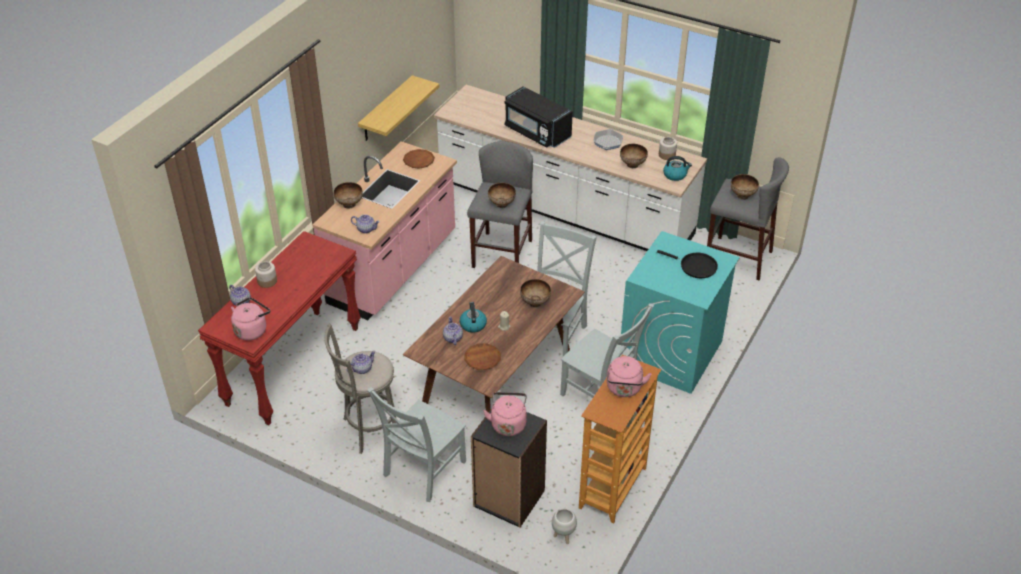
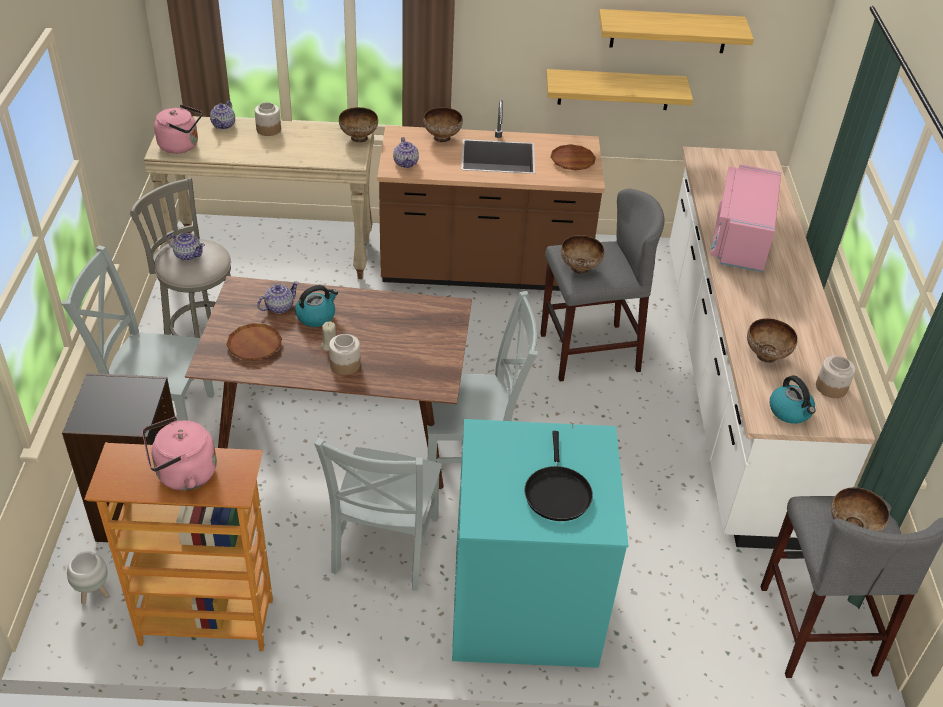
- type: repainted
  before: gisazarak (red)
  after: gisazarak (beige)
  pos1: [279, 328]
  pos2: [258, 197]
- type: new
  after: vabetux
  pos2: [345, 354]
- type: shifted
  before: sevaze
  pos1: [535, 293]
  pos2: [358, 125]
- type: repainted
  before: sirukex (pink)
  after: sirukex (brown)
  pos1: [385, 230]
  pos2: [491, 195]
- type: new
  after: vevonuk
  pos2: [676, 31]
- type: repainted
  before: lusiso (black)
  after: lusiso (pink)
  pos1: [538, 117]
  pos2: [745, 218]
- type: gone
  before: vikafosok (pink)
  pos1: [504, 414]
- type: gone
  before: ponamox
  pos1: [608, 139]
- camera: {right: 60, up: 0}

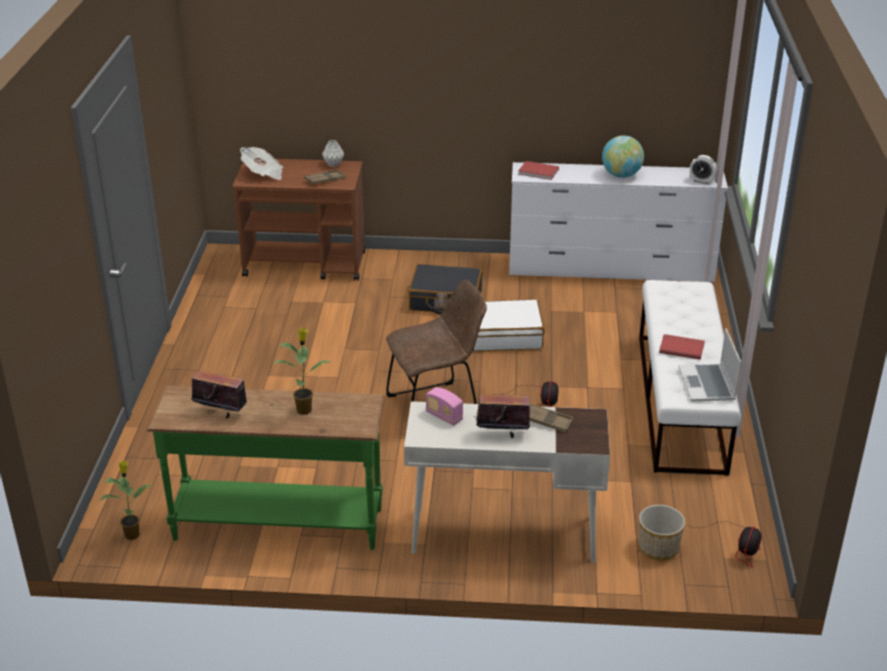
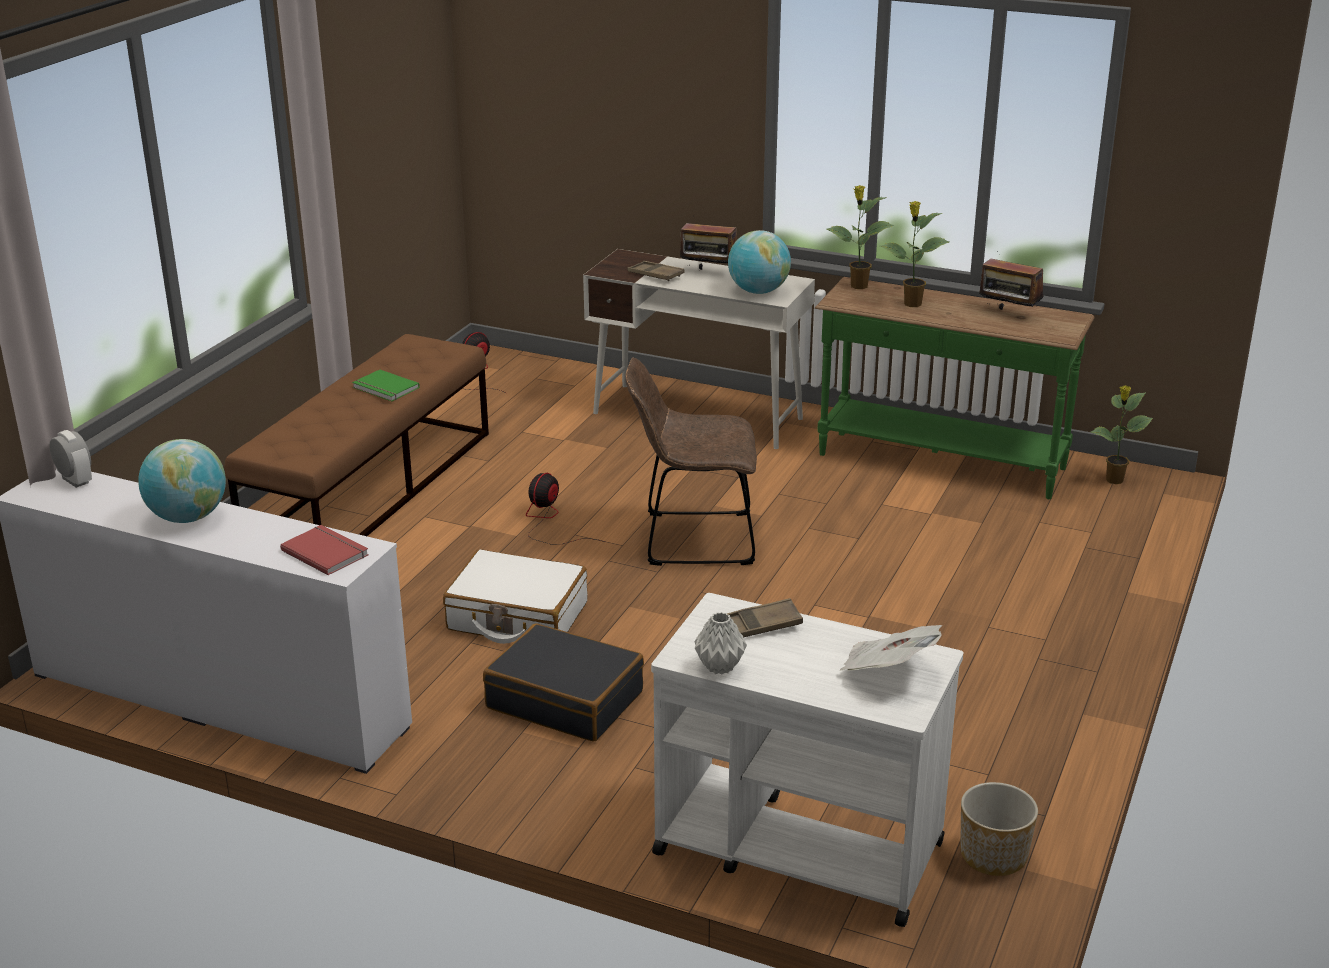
- type: repainted
  before: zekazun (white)
  after: zekazun (brown)
  pos1: [690, 378]
  pos2: [357, 435]
- type: repainted
  before: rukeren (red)
  after: rukeren (green)
  pos1: [682, 347]
  pos2: [386, 385]
- type: repainted
  before: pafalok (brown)
  after: pafalok (white)
  pos1: [299, 220]
  pos2: [807, 760]
- type: swapped
  before: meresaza
  after: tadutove
  pos1: [444, 406]
  pos2: [759, 262]
- type: new
  after: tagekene
  pos2: [860, 237]
- type: shifted
  before: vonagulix
  pos1: [662, 533]
  pos2: [999, 829]
- type: gone
  before: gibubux
  pos1: [709, 364]
- camera: {right: -160, up: -5}

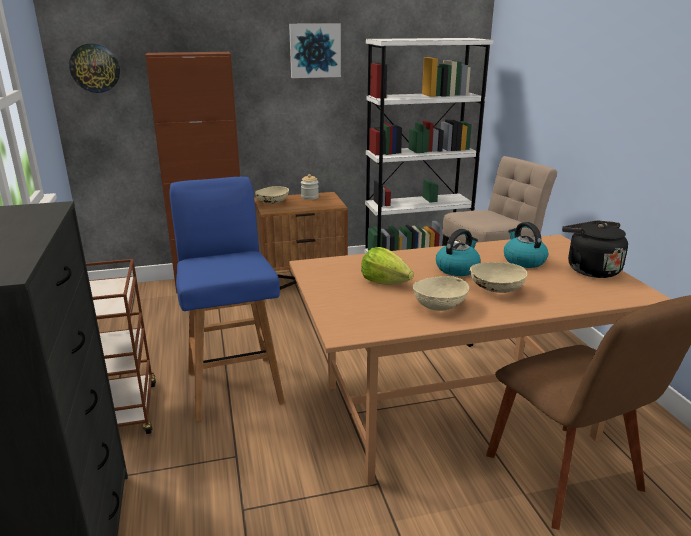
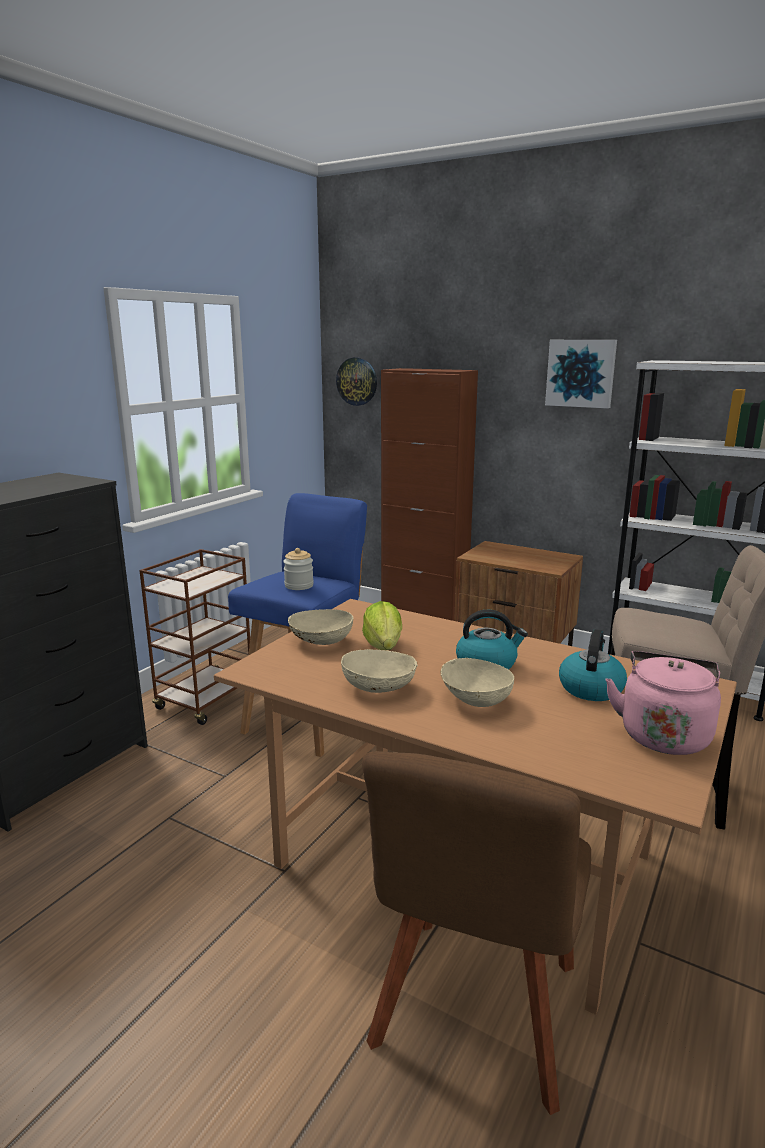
- type: shifted
  before: vabetux
  pos1: [310, 187]
  pos2: [298, 569]
- type: shifted
  before: sevaze (beige)
  pos1: [272, 195]
  pos2: [320, 627]
- type: repainted
  before: vikafosok (black)
  after: vikafosok (pink)
  pos1: [595, 249]
  pos2: [663, 703]
- camera: {right: 45, up: -5}

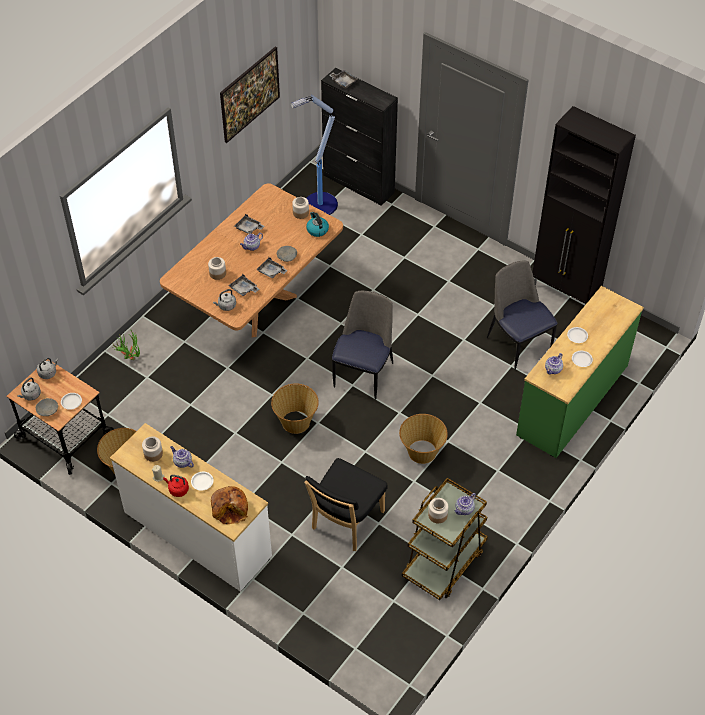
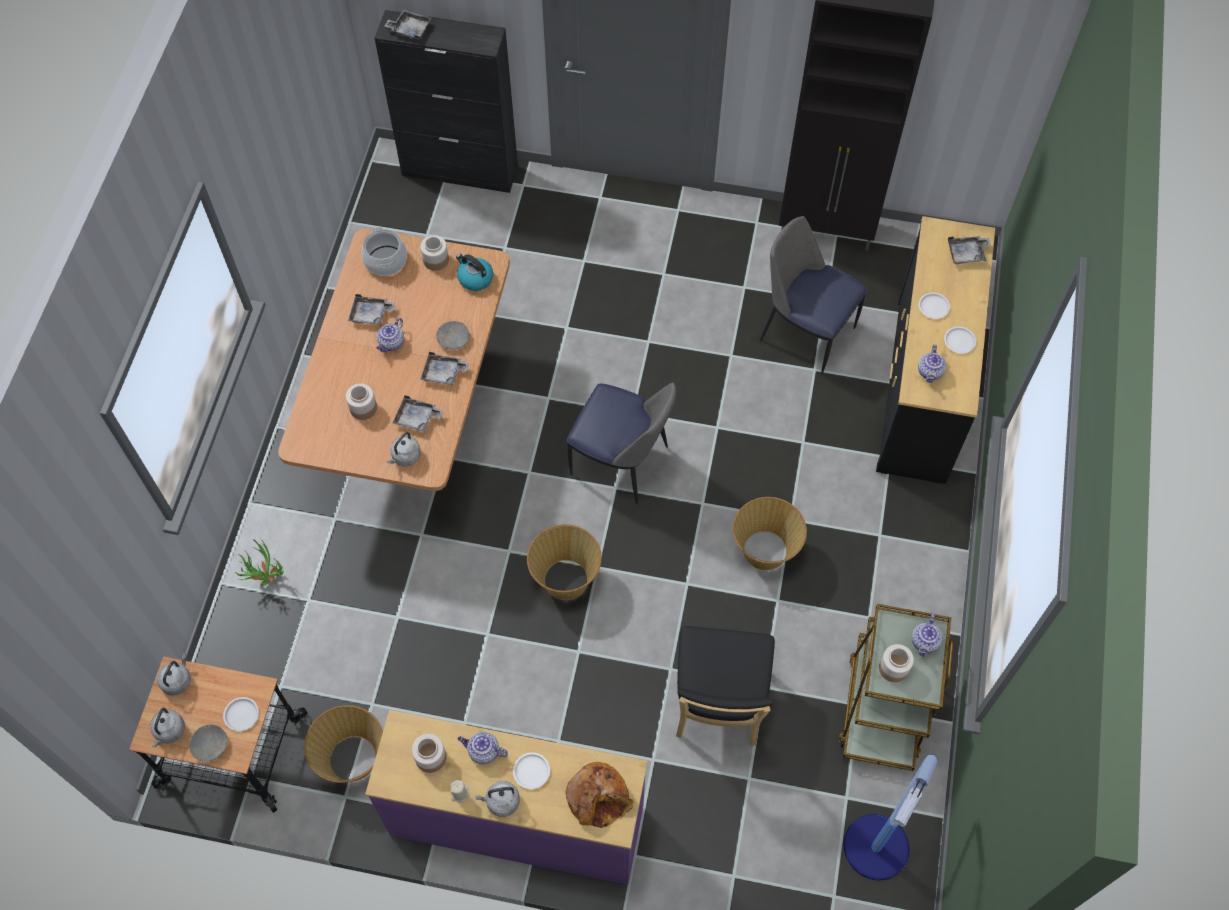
- type: new
  after: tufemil
  pos2: [384, 251]
- type: repainted
  before: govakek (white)
  after: govakek (purple)
  pos1: [191, 507]
  pos2: [506, 797]
- type: repainted
  before: vikafosok (red)
  after: vikafosok (grey)
  pos1: [176, 486]
  pos2: [497, 799]
- type: rotated
  before: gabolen
  pos1: [362, 345]
  pos2: [621, 443]
  turn: 120
- type: shifted
  before: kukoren
  pos1: [314, 154]
  pos2: [891, 817]
- type: repainted
  before: govakek (green)
  after: govakek (black)
  pos1: [580, 372]
  pos2: [935, 350]
- type: new
  after: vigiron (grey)
  pos2: [969, 250]
- type: gone
  before: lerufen
  pos1: [250, 95]
- camera: {right: -25, up: 10}

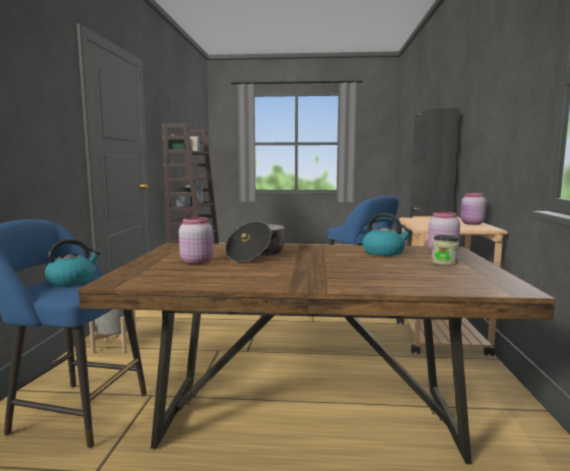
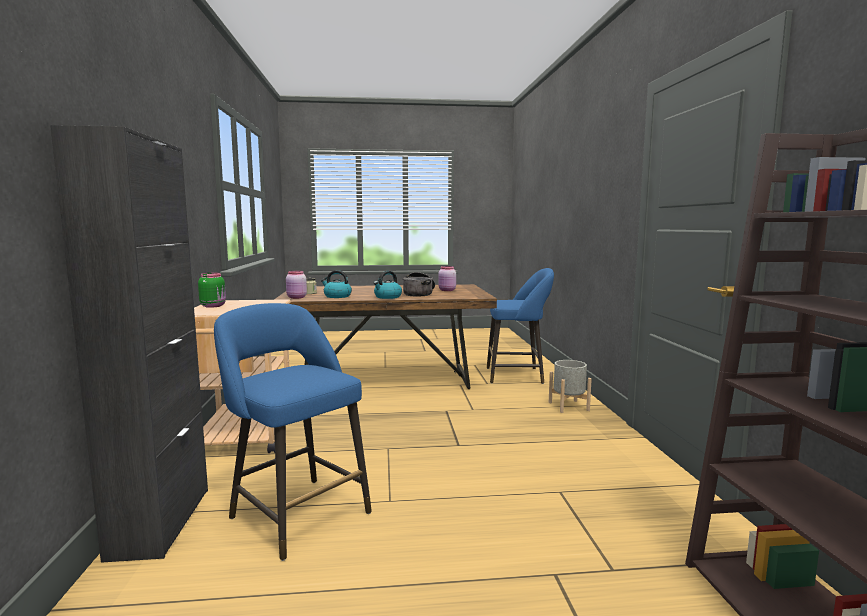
- type: repainted
  before: vabetux (pink)
  after: vabetux (green)
  pos1: [473, 209]
  pos2: [212, 290]
- type: shifted
  before: vikafosok
  pos1: [72, 262]
  pos2: [388, 285]
- camera: {right: 170, up: 0}

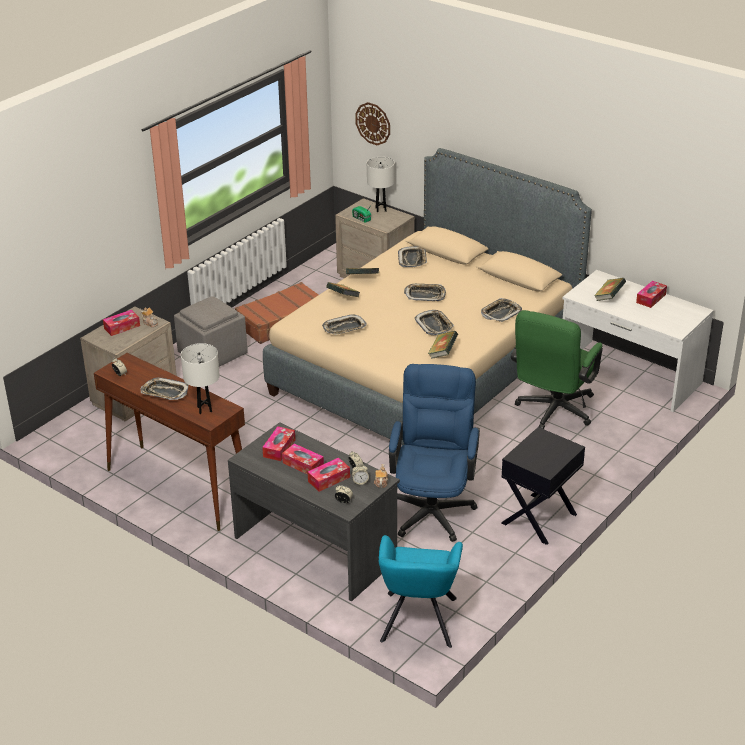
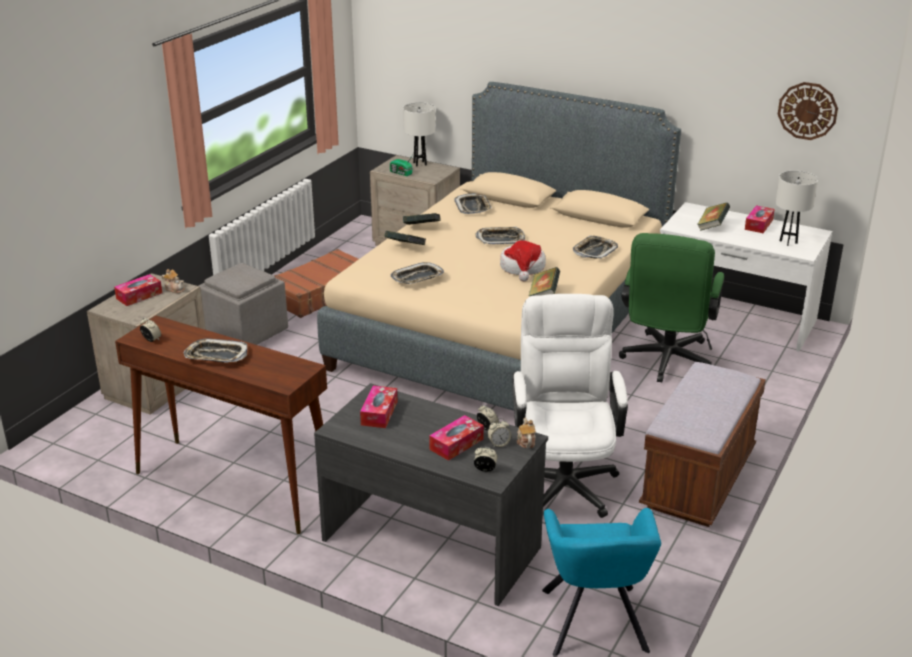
- type: swapped
  before: vigiron
  after: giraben
  pos1: [435, 322]
  pos2: [523, 260]
- type: repainted
  before: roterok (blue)
  after: roterok (white)
  pos1: [434, 453]
  pos2: [570, 406]
- type: swapped
  before: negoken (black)
  after: zekazun (brown)
  pos1: [543, 486]
  pos2: [702, 444]
- type: shifted
  before: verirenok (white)
  pos1: [200, 378]
  pos2: [796, 208]
- type: shifted
  before: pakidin
  pos1: [372, 123]
  pos2: [808, 111]
- type: gone
  before: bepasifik
  pos1: [303, 459]
- camera: {right: -10, up: -5}

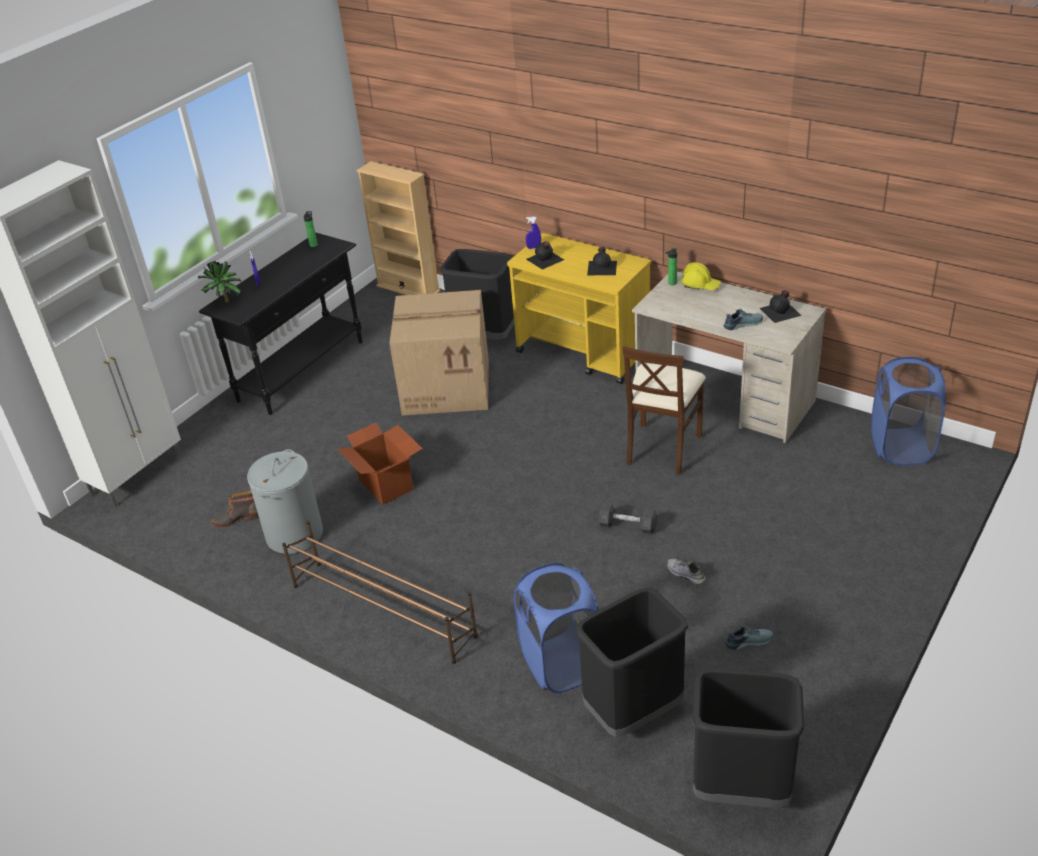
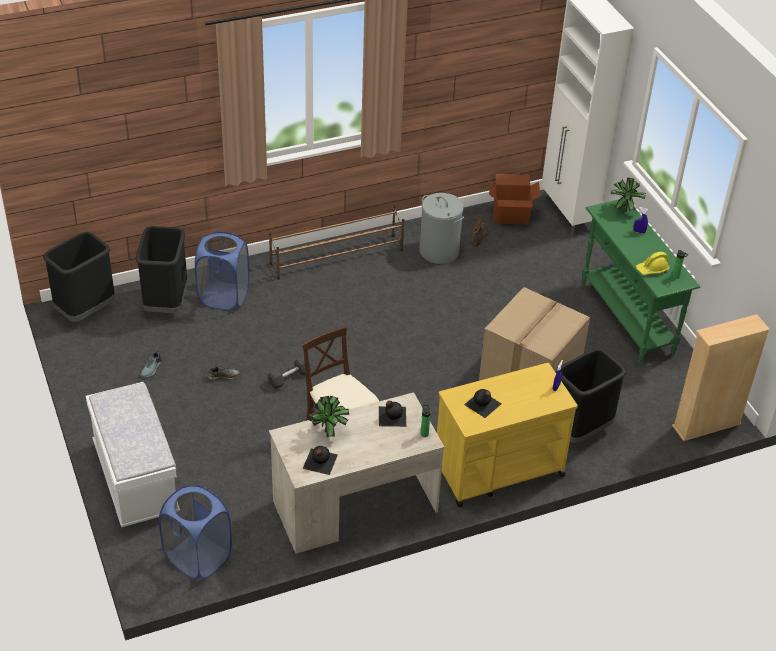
- type: new
  after: zekazun (white)
  pos2: [131, 454]
- type: swapped
  before: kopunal
  after: tagekene
  pos1: [743, 319]
  pos2: [328, 416]
- type: shifted
  before: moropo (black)
  pos1: [545, 255]
  pos2: [392, 414]
- type: shifted
  before: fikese
  pos1: [380, 464]
  pos2: [514, 199]
- type: repainted
  before: gisazarak (black)
  after: gisazarak (green)
  pos1: [280, 324]
  pos2: [641, 281]
- type: shifted
  before: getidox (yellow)
  pos1: [701, 276]
  pos2: [653, 263]
- camera: {right: 120, up: 5}

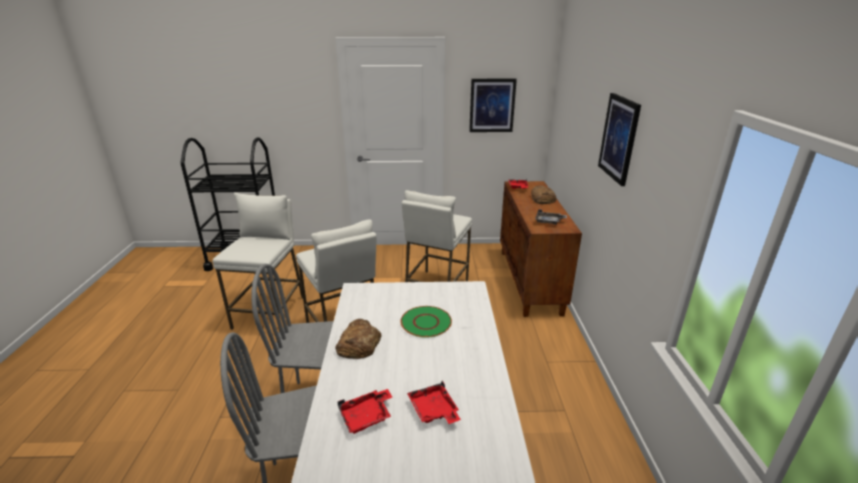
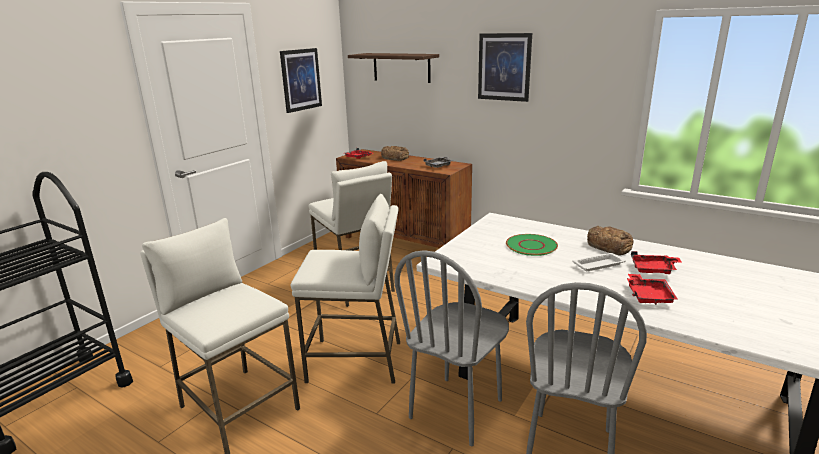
- type: new
  after: vevonuk
  pos2: [393, 68]
- type: new
  after: vigiron (white)
  pos2: [599, 262]
- type: shifted
  before: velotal
  pos1: [358, 339]
  pos2: [610, 240]
- camera: {right: -55, up: -5}

